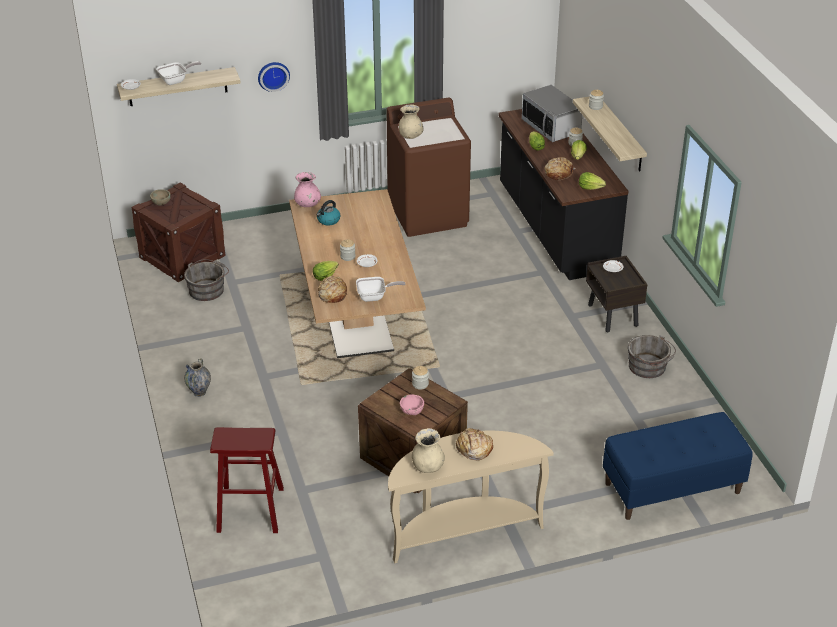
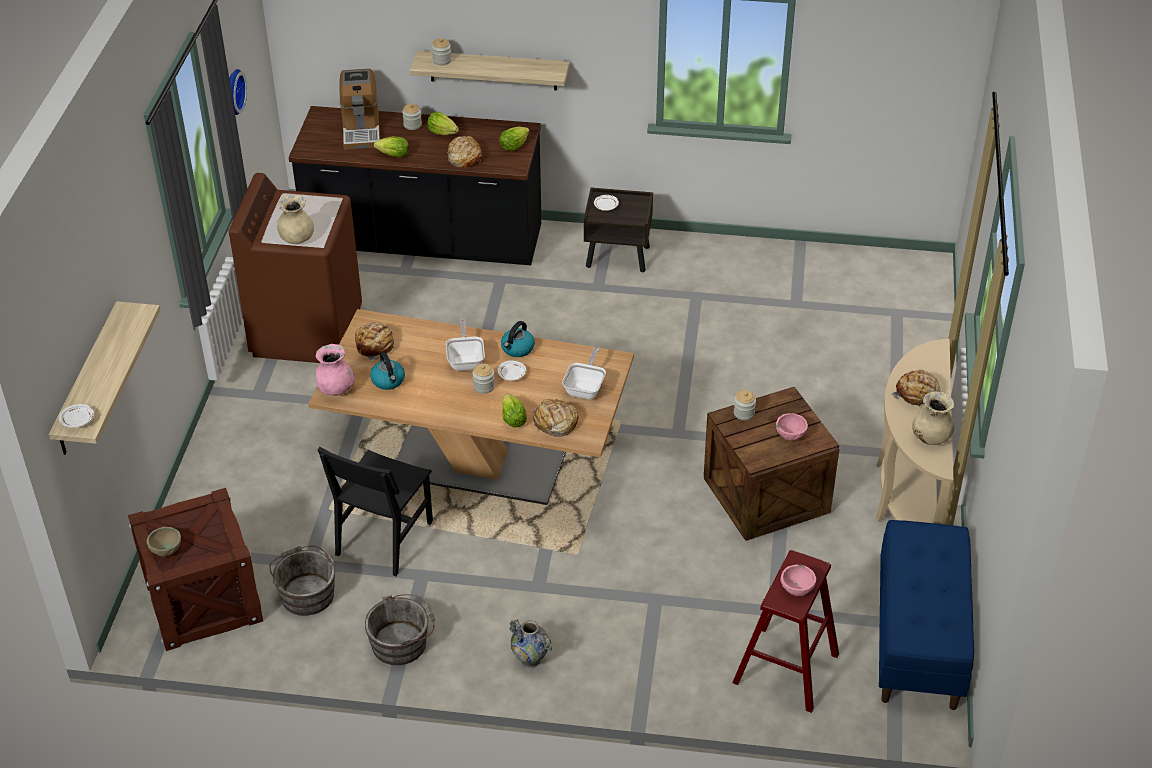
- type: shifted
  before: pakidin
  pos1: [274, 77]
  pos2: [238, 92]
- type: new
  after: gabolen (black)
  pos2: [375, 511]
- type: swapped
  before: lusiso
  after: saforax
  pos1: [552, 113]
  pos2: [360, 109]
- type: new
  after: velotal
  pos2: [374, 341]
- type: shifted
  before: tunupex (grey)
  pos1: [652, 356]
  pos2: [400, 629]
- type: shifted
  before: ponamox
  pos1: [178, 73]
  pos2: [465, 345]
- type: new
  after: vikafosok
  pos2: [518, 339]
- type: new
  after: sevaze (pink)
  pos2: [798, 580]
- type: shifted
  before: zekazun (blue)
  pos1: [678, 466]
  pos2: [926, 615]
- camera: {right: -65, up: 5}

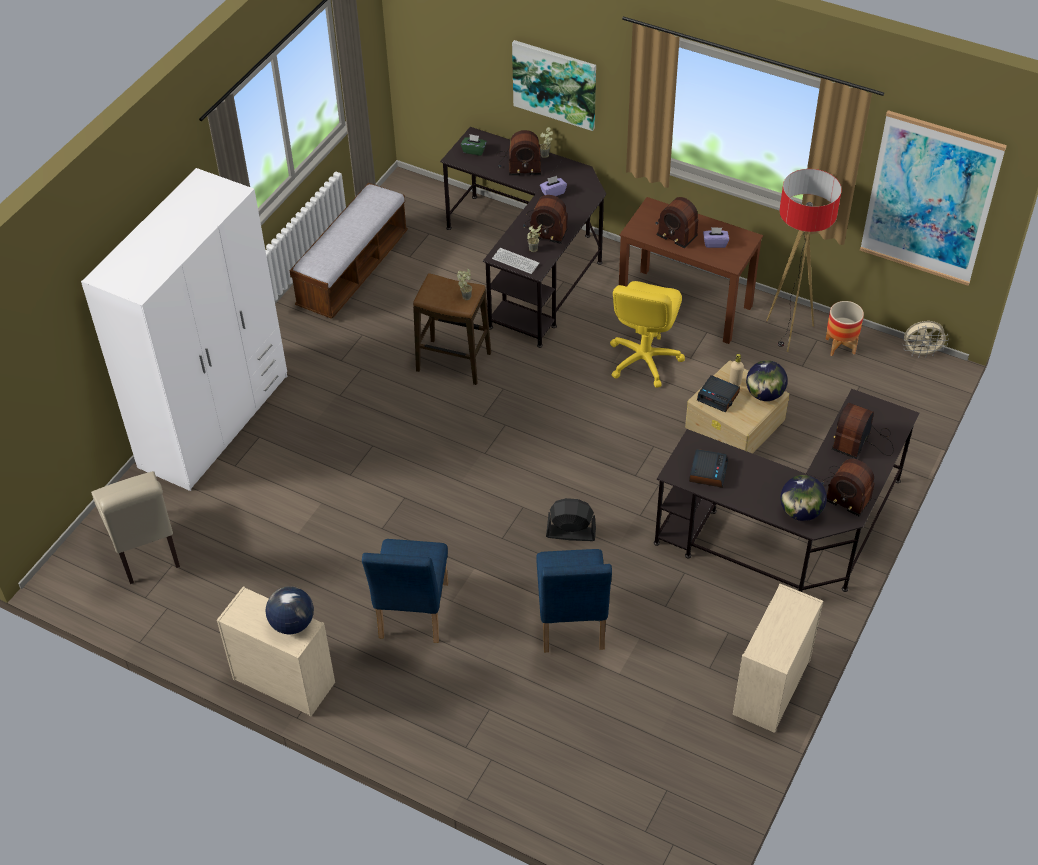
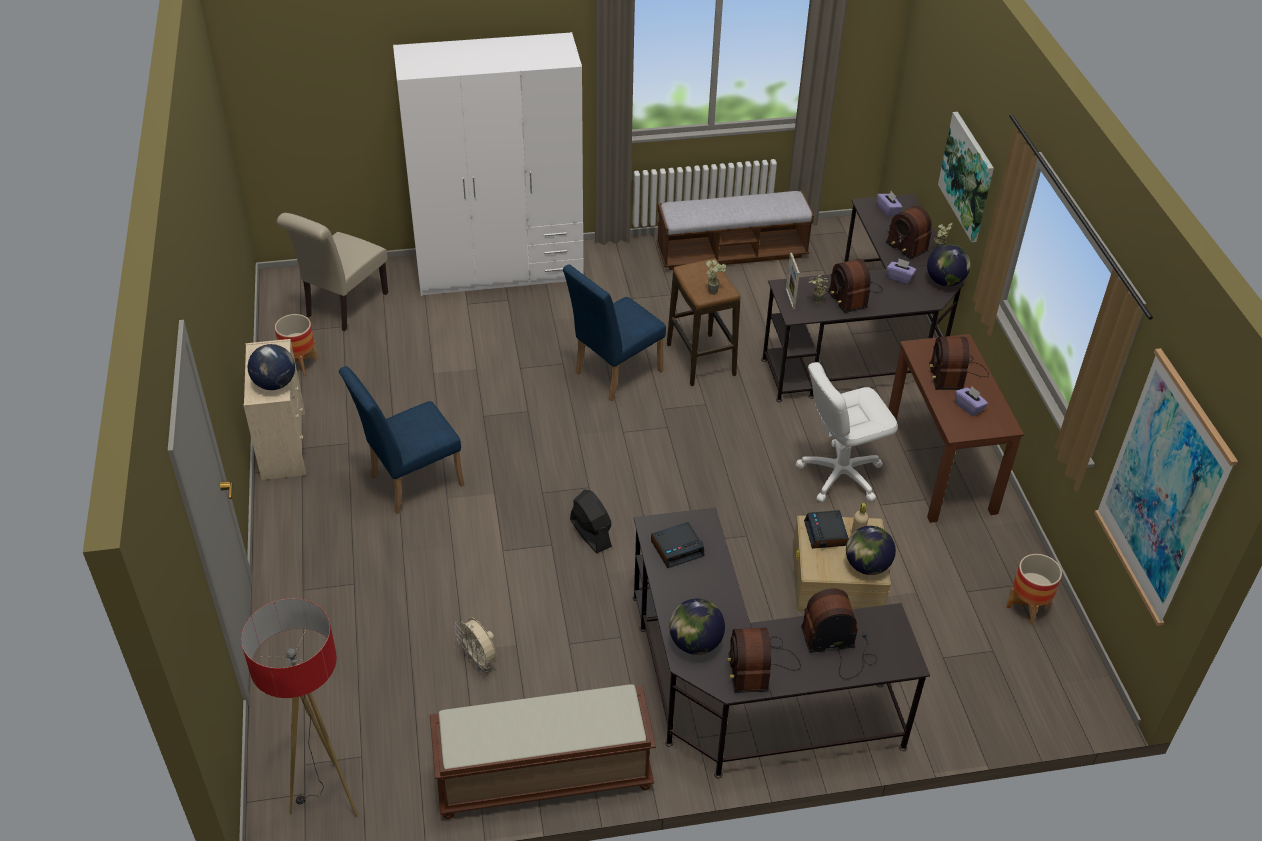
- type: shifted
  before: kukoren
  pos1: [804, 260]
  pos2: [299, 707]
- type: new
  after: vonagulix
  pos2: [296, 344]
- type: swapped
  before: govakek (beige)
  after: zekazun (brown)
  pos1: [778, 658]
  pos2: [543, 751]
- type: shifted
  before: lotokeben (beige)
  pos1: [925, 339]
  pos2: [475, 644]
- type: shifted
  before: gabolen (blue)
  pos1: [574, 600]
  pos2: [614, 332]
- type: swapped
  before: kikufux
  after: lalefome
  pos1: [515, 261]
  pos2: [793, 281]
- type: repainted
  before: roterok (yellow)
  after: roterok (white)
  pos1: [647, 334]
  pos2: [847, 432]
- type: repainted
  before: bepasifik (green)
  after: bepasifik (purple)
  pos1: [474, 144]
  pos2: [889, 204]
- type: new
  after: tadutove
  pos2: [949, 265]
- camera: {right: 50, up: -5}

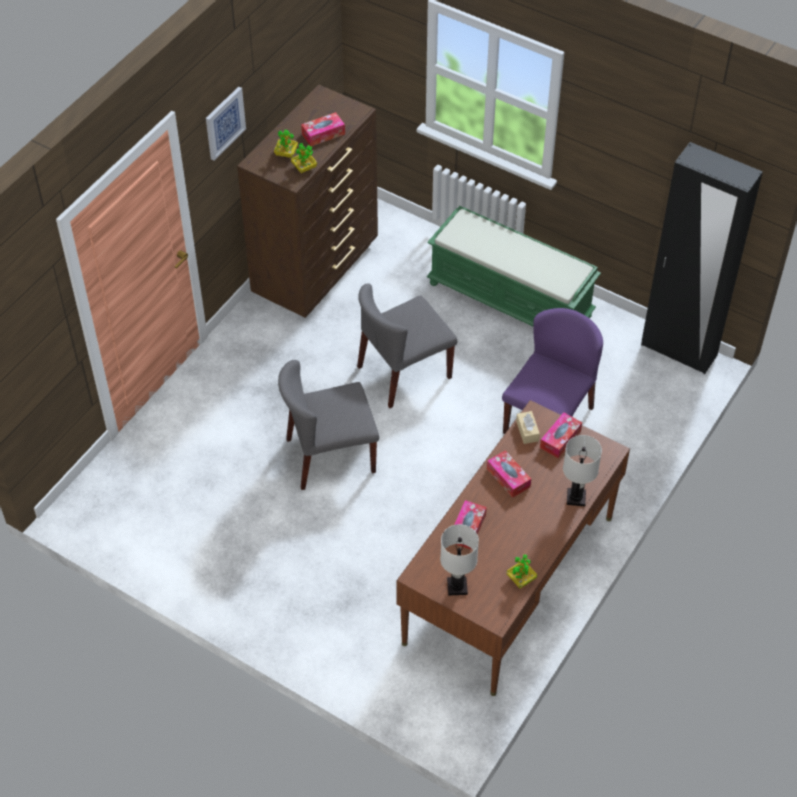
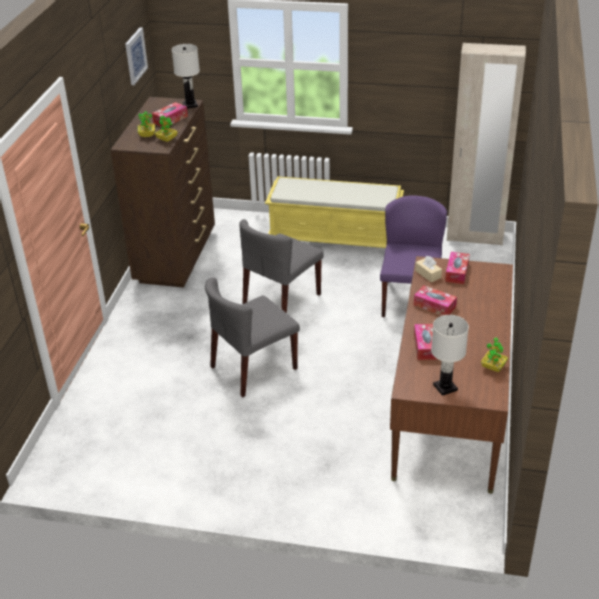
- type: shifted
  before: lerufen
  pos1: [226, 124]
  pos2: [136, 56]
- type: shifted
  before: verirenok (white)
  pos1: [582, 470]
  pos2: [186, 76]
- type: repainted
  before: zekazun (green)
  after: zekazun (yellow)
  pos1: [514, 266]
  pos2: [334, 212]
- type: repainted
  before: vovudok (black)
  after: vovudok (beige)
  pos1: [702, 258]
  pos2: [486, 144]
- camera: {right: -20, up: -15}

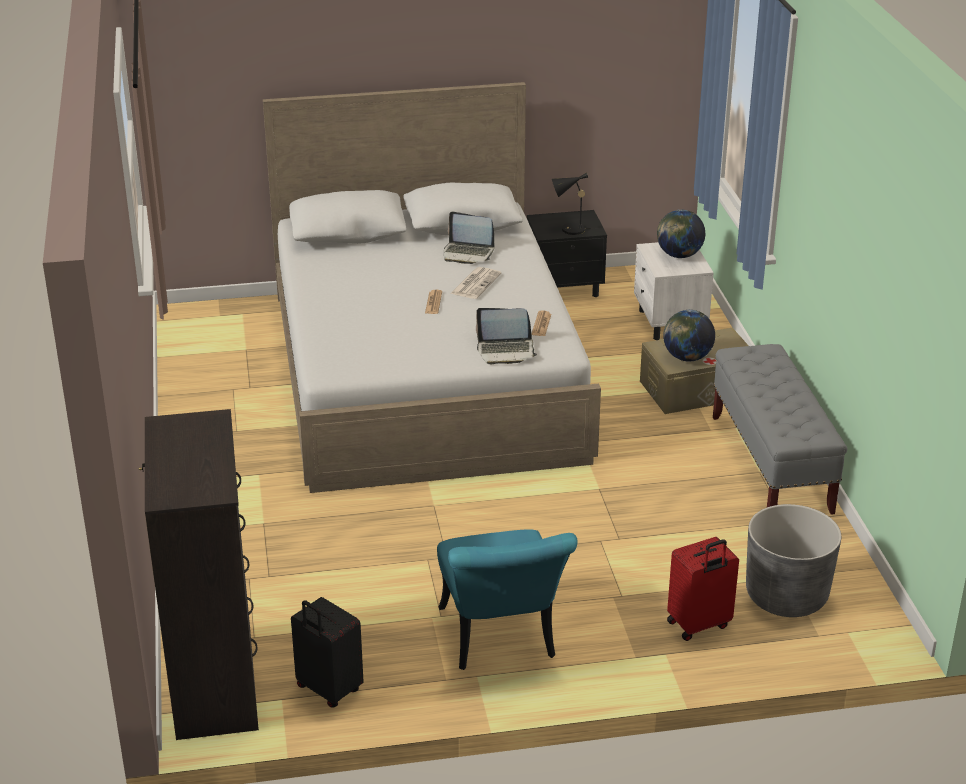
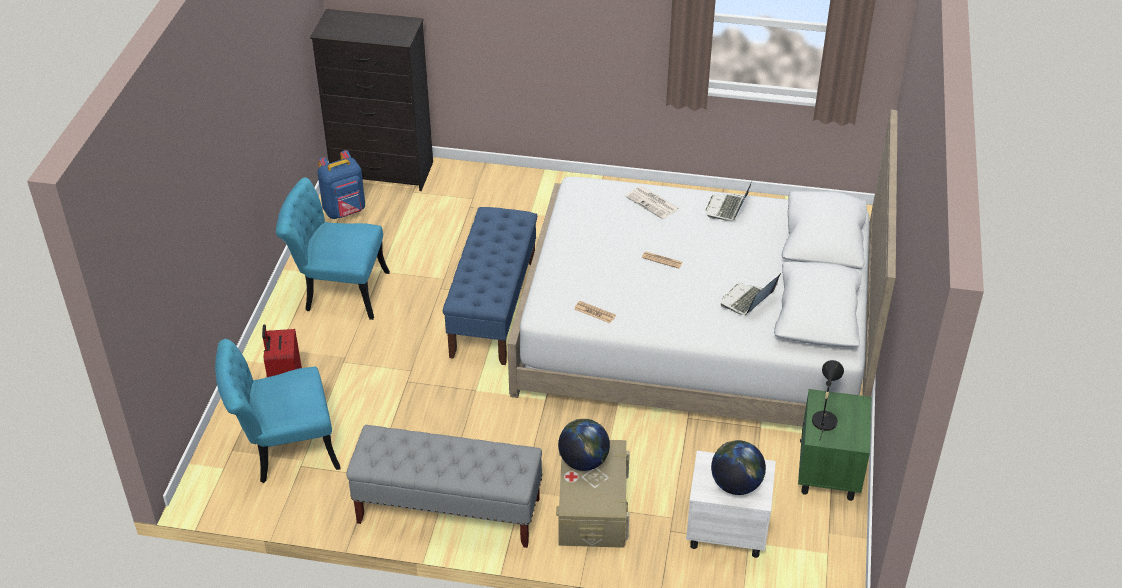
- type: swapped
  before: vonagulix (grey)
  after: gabolen (turquoise)
  pos1: [793, 560]
  pos2: [278, 411]
- type: swapped
  before: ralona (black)
  after: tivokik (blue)
  pos1: [327, 652]
  pos2: [341, 184]
- type: new
  after: zekazun (blue)
  pos2: [490, 286]
- type: shifted
  before: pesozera
  pos1: [476, 283]
  pos2: [652, 202]
- type: shifted
  before: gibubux
  pos1: [506, 336]
  pos2: [730, 199]
- type: repainted
  before: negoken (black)
  after: negoken (green)
  pos1: [567, 253]
  pos2: [835, 445]
- camera: {right: 110, up: 10}

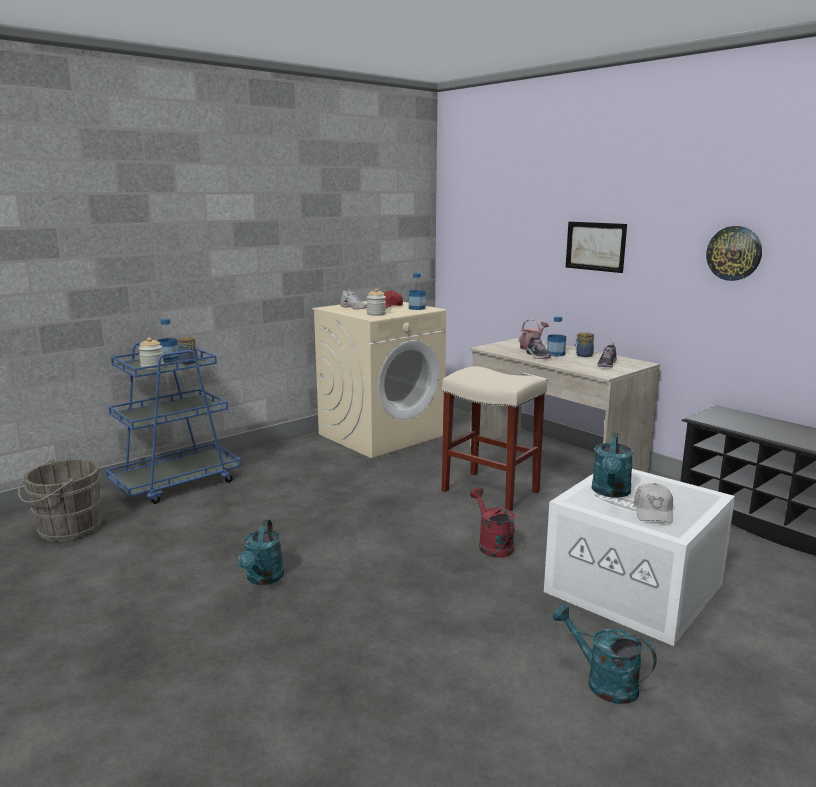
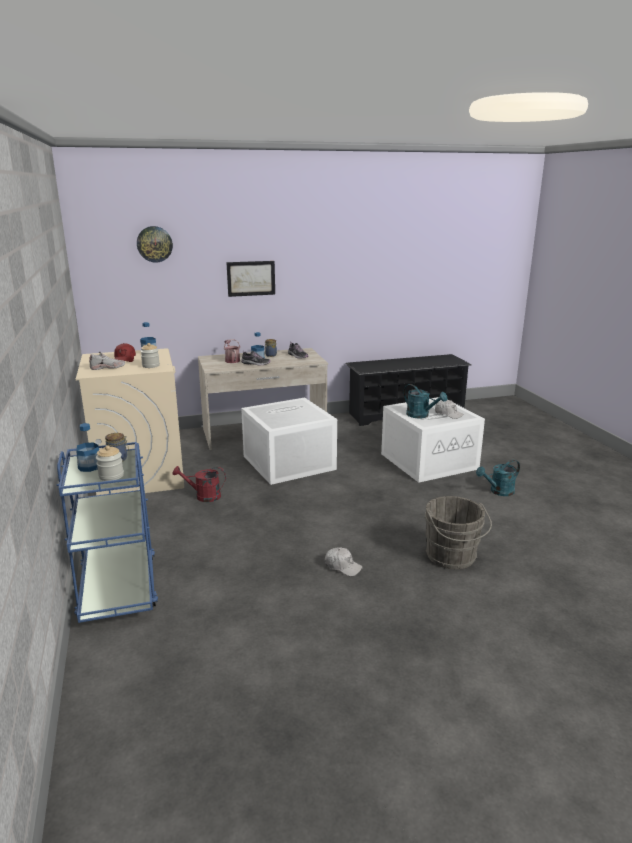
- type: shifted
  before: pakidin
  pos1: [734, 253]
  pos2: [155, 244]
- type: shifted
  before: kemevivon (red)
  pos1: [492, 522]
  pos2: [199, 484]
- type: swapped
  before: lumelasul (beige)
  after: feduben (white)
  pos1: [494, 438]
  pos2: [289, 441]
- type: swapped
  before: kemevivon (turquoise)
  after: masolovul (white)
  pos1: [261, 552]
  pos2: [344, 561]
- type: shifted
  before: tunupex (grey)
  pos1: [60, 500]
  pos2: [458, 532]
- camera: {right: -65, up: 5}

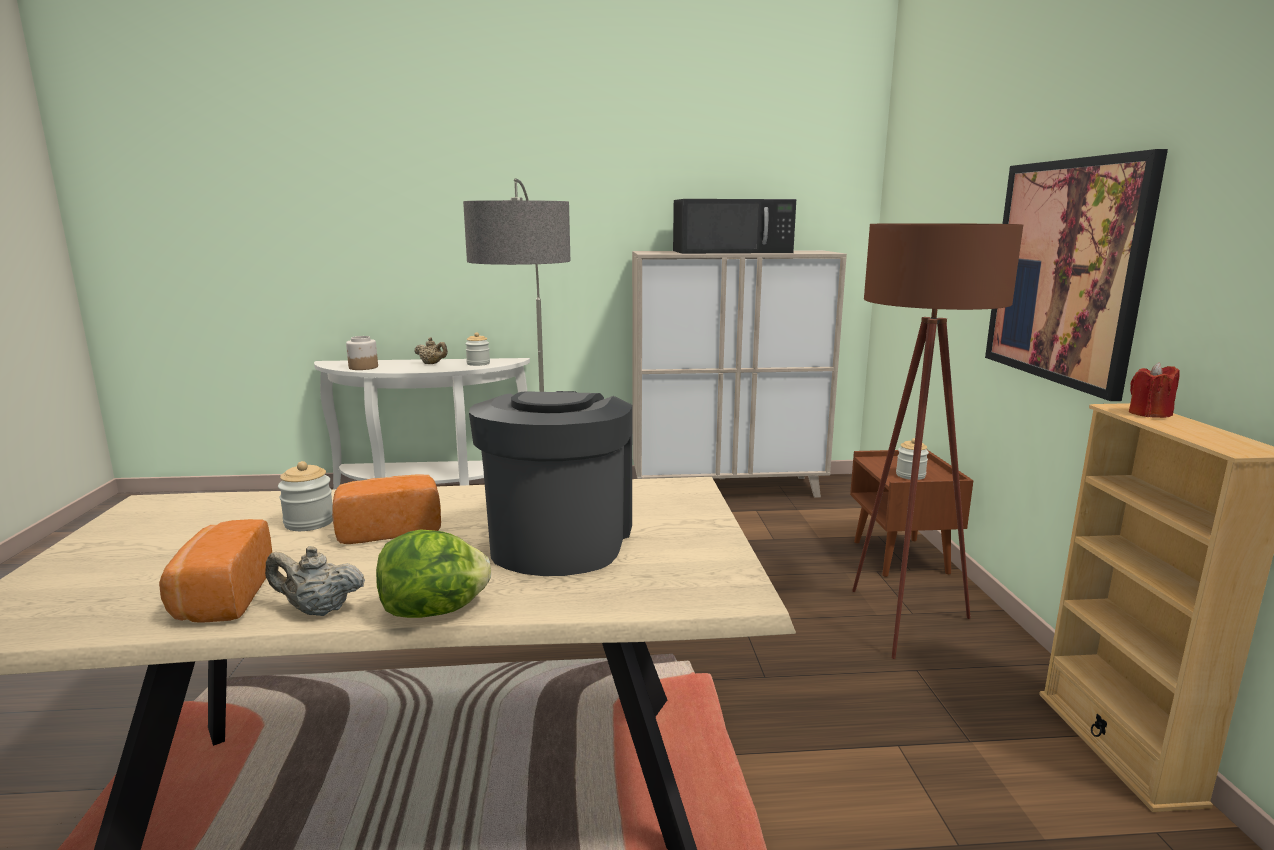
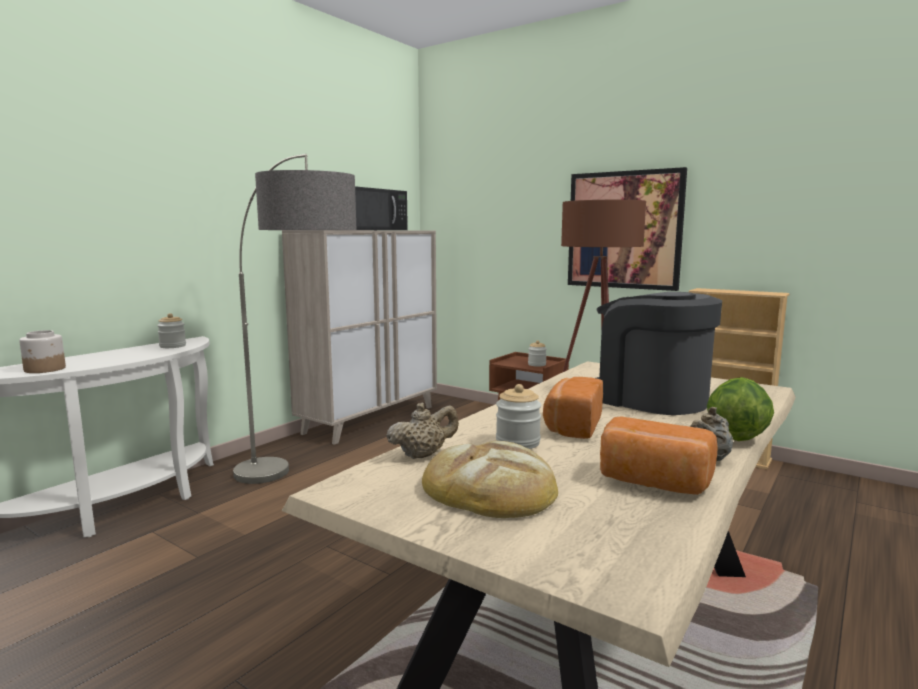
- type: shifted
  before: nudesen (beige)
  pos1: [431, 350]
  pos2: [423, 431]
- type: new
  after: velotal
  pos2: [490, 479]
- type: gone
  before: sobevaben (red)
  pos1: [1154, 390]
- camera: {right: -50, up: -5}

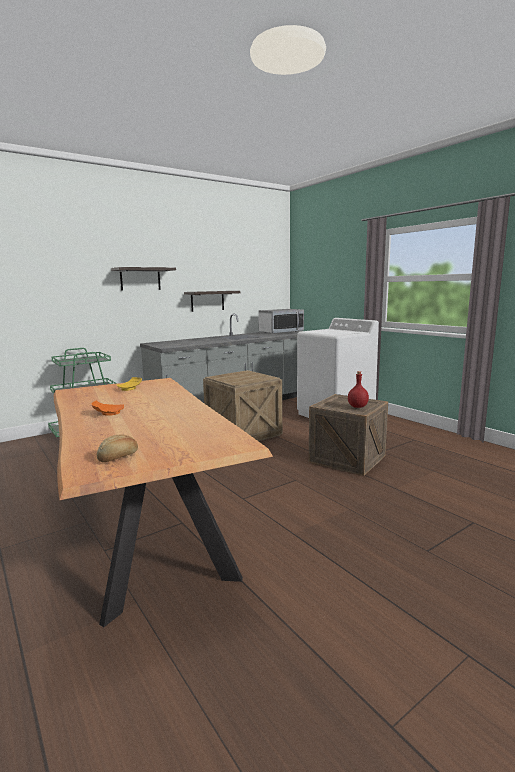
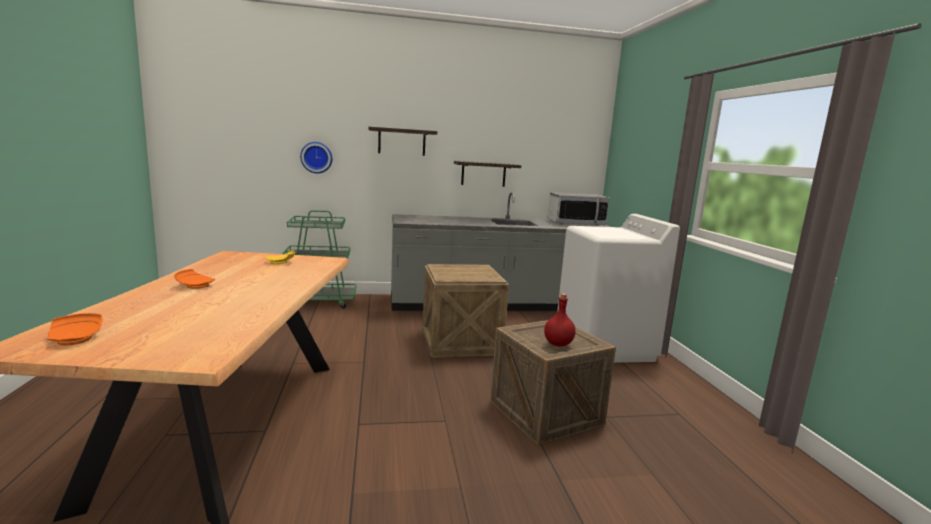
- type: swapped
  before: velotal
  after: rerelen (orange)
  pos1: [117, 448]
  pos2: [75, 329]
- type: new
  after: pakidin
  pos2: [316, 157]
- camera: {right: 25, up: 0}

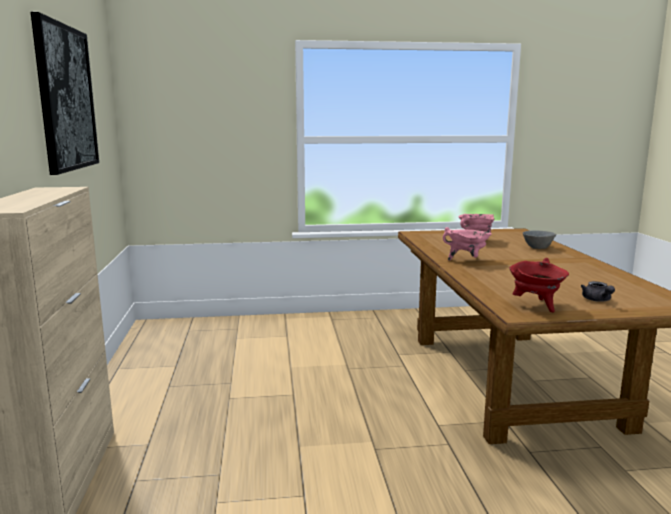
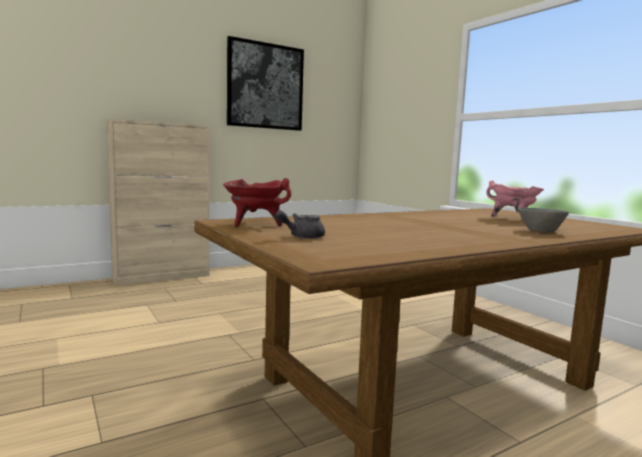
- type: gone
  before: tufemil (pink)
  pos1: [467, 243]
- camera: {right: 65, up: -5}

